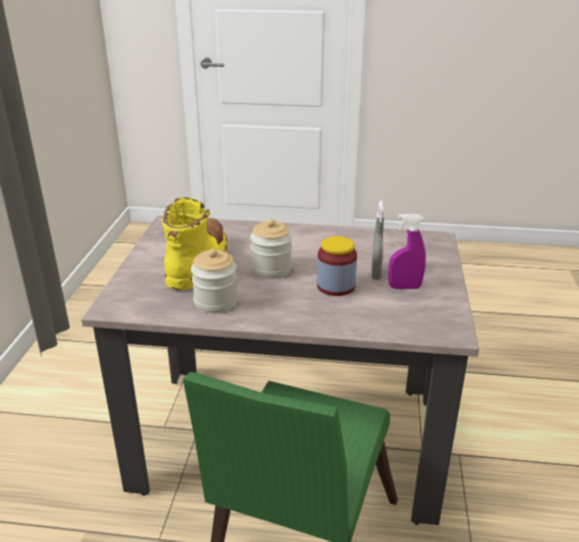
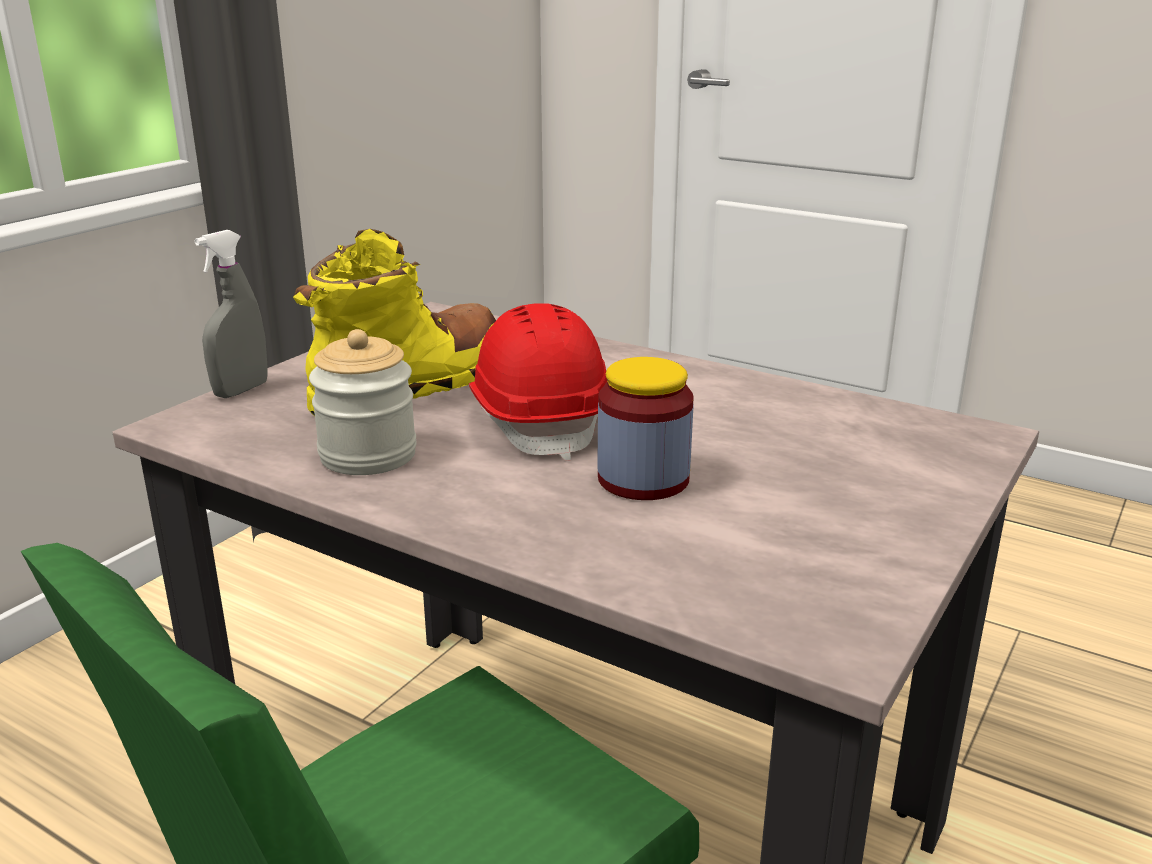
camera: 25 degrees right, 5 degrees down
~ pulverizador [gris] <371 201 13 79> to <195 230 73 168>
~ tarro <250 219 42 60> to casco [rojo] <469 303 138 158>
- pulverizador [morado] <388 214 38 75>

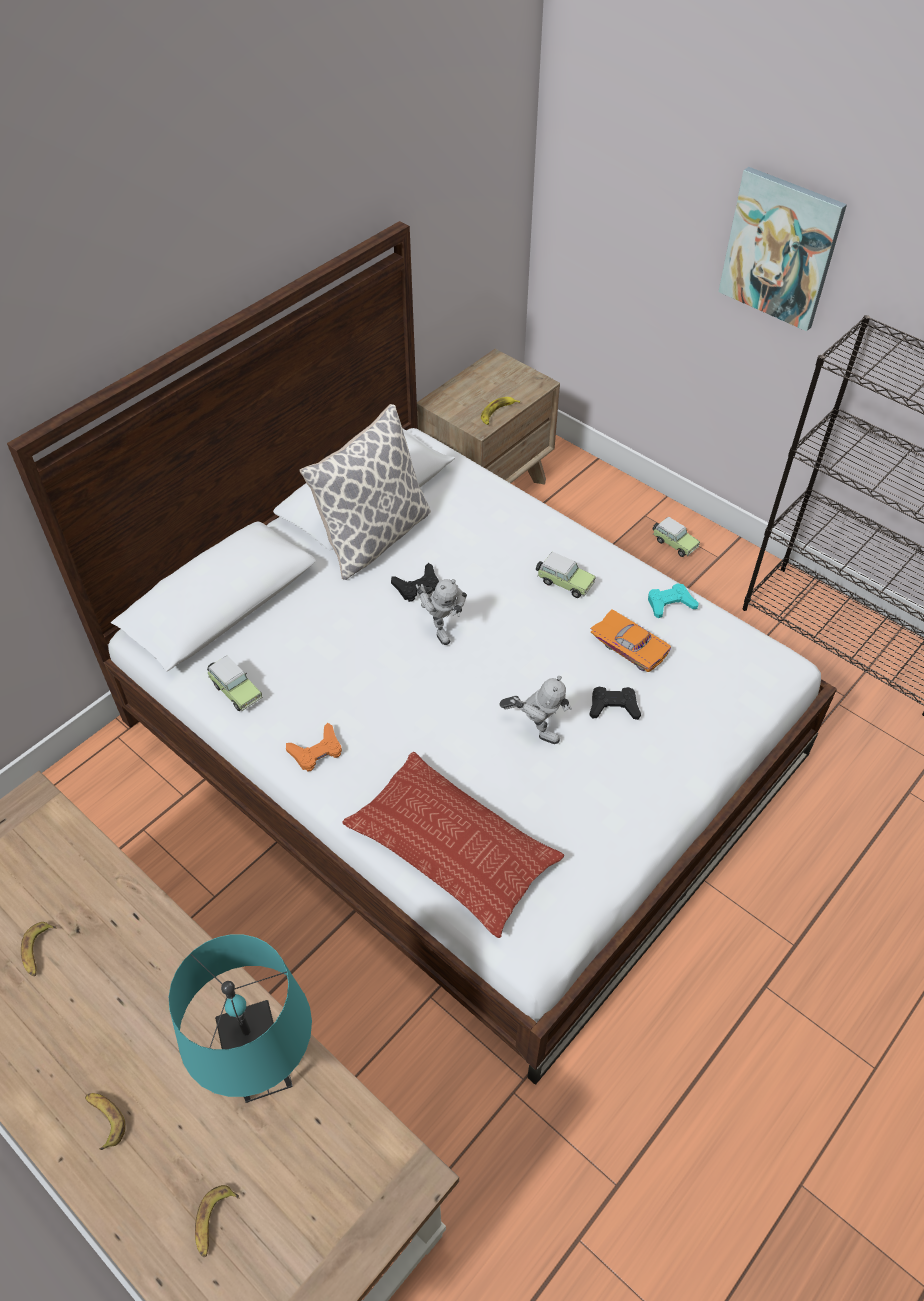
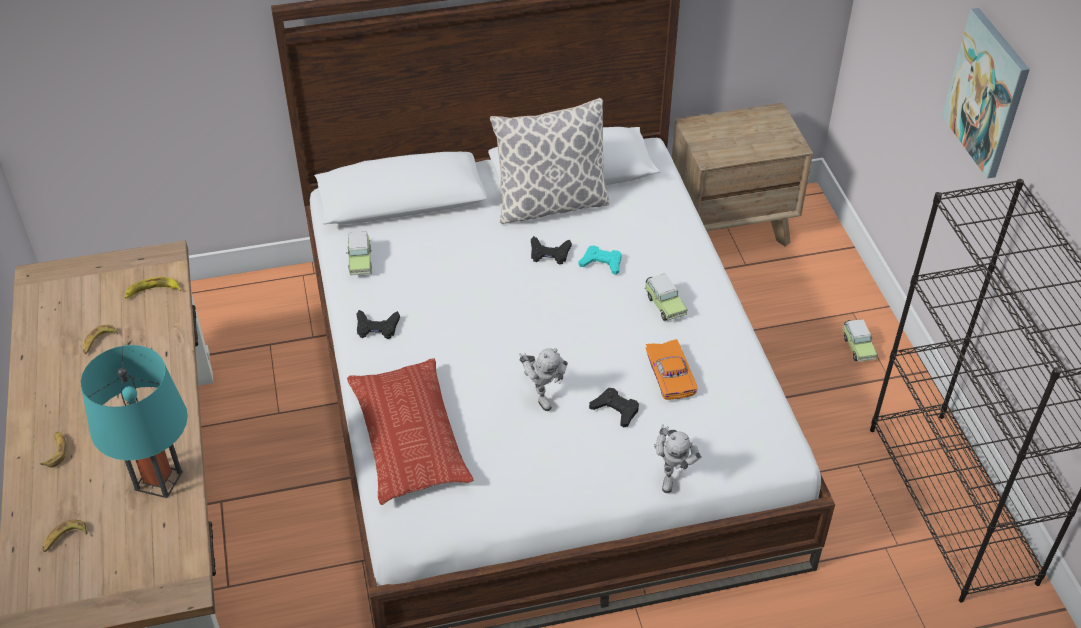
camera: 35 degrees right, 5 degrees down
~ plátano <481 397 39 28> to <125 277 57 22>
~ mando de consola [naranja] <286 723 56 49> to mando de consola [negro] <357 310 43 29>
~ mando de consola [turquesa] <648 583 50 35> to <579 245 43 30>
~ robot de juguete <416 579 51 66> to <654 424 48 69>

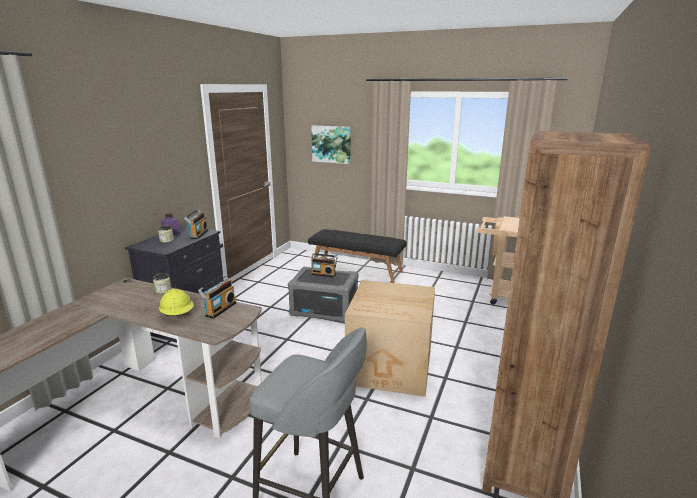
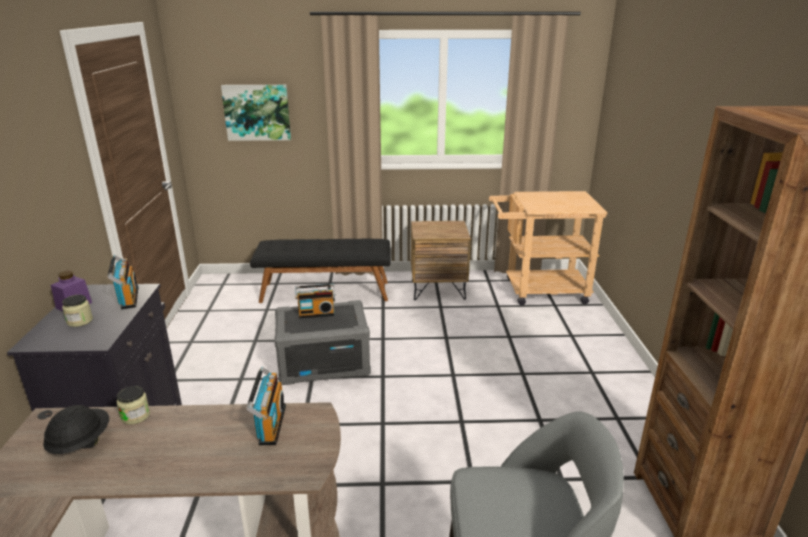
camera: 25 degrees left, 5 degrees up
+ casco [negro] <43 405 66 49>
+ mesita de noche [marrón] <411 221 60 79>
- casco [amarillo] <159 289 35 27>
- caja de cartón <345 280 90 117>

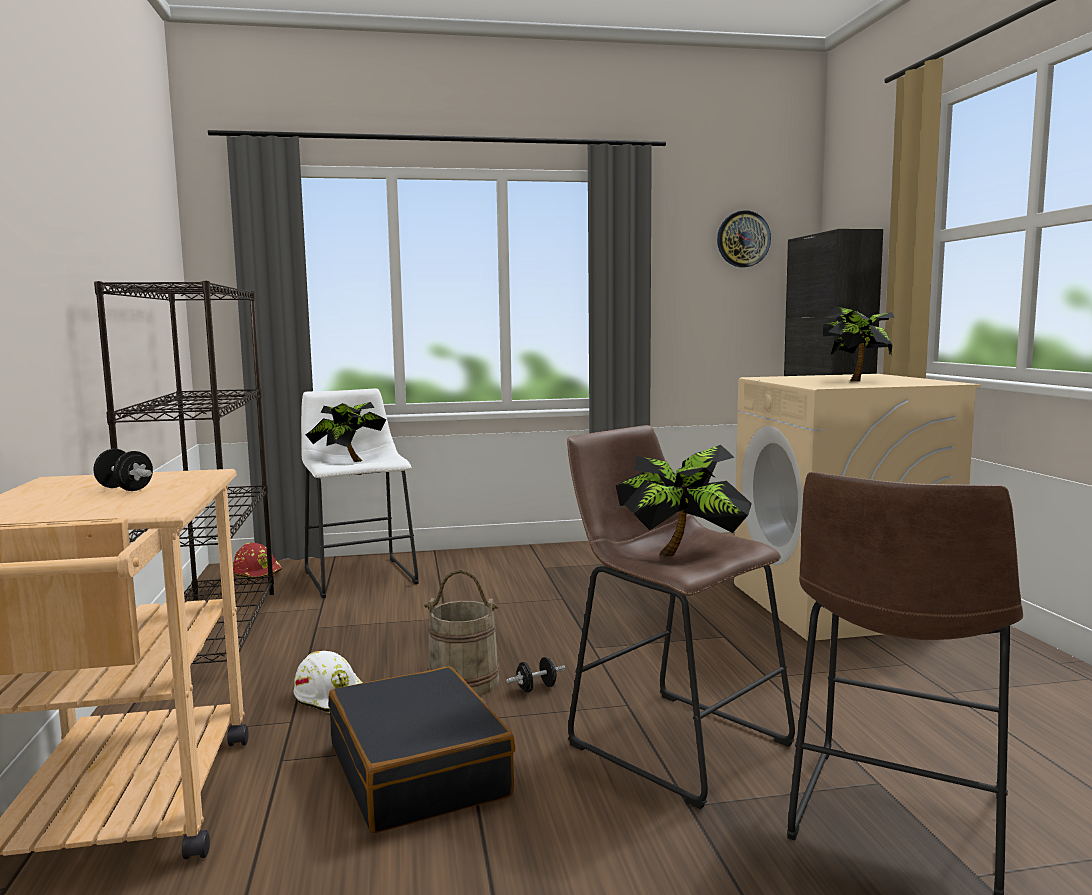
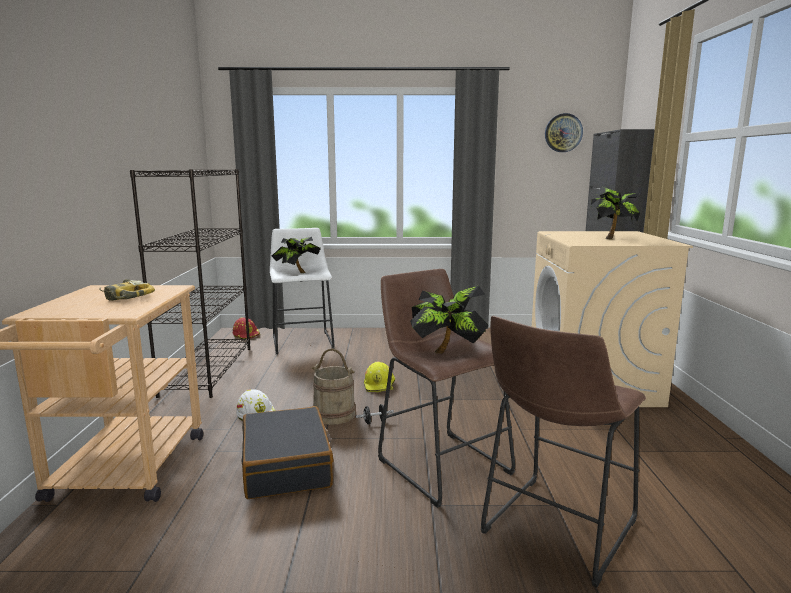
camera: 10 degrees right, 5 degrees up
~ mancuerna [negro] <94 449 59 42> to taladro <99 279 56 22>
+ casco [amarillo] <364 361 31 31>

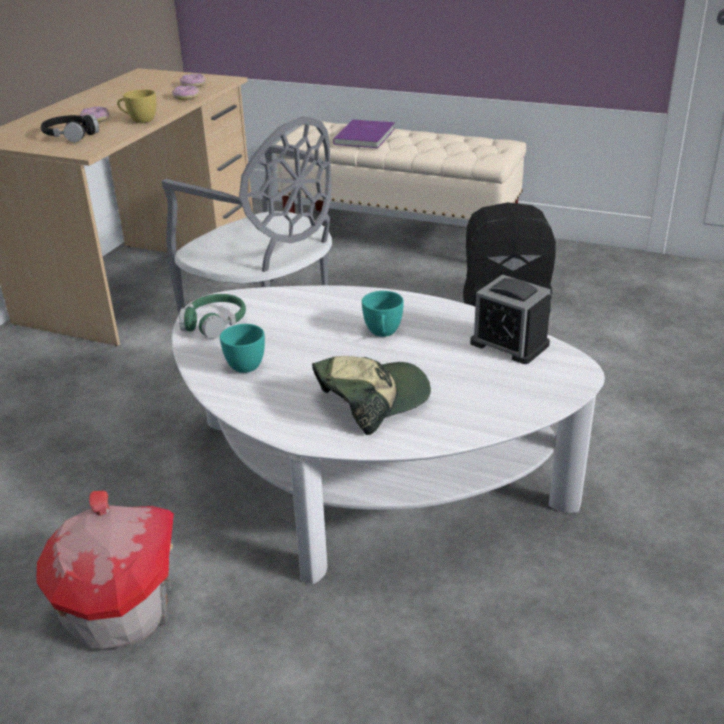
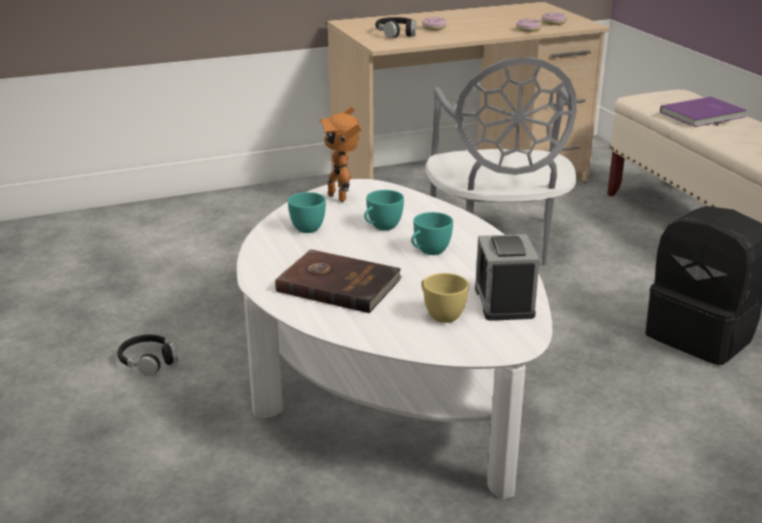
camera: 45 degrees right, 5 degrees down
~ casita <36 491 138 158> to auriculares [negro] <117 334 61 42>
~ gorra <312 356 119 79> to libro [marrón] <275 249 127 64>
~ auriculares [verde] <179 294 67 45> to robot de juguete <319 107 42 95>
+ taza [turquesa] <364 190 40 40>
~ taza [amarillo] <117 89 39 34> to <421 273 48 50>

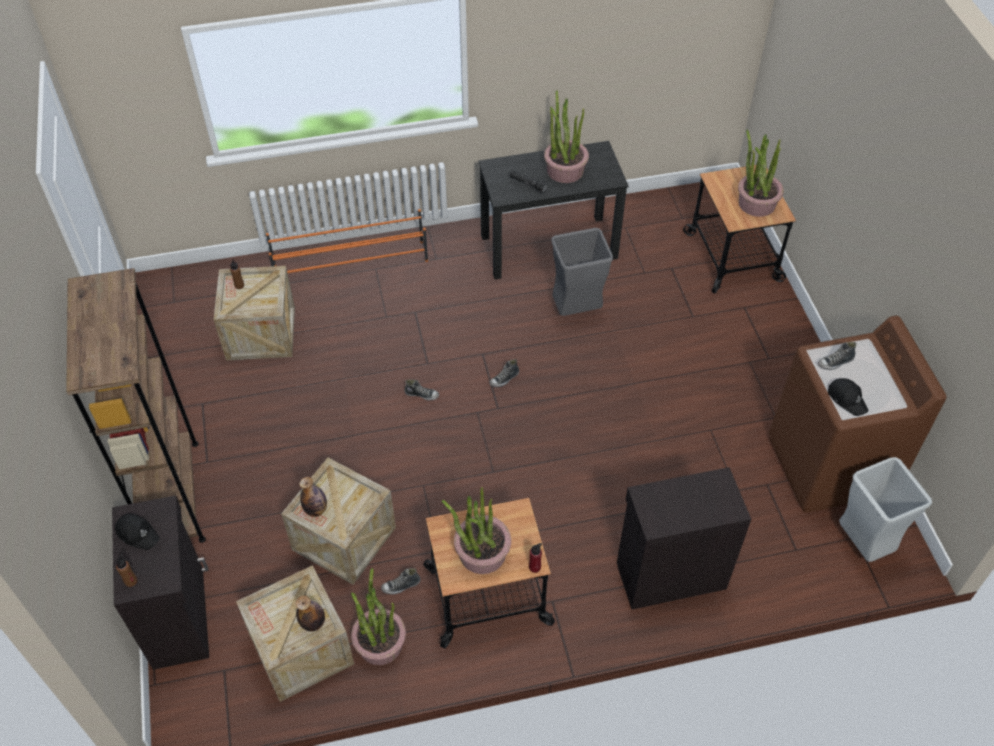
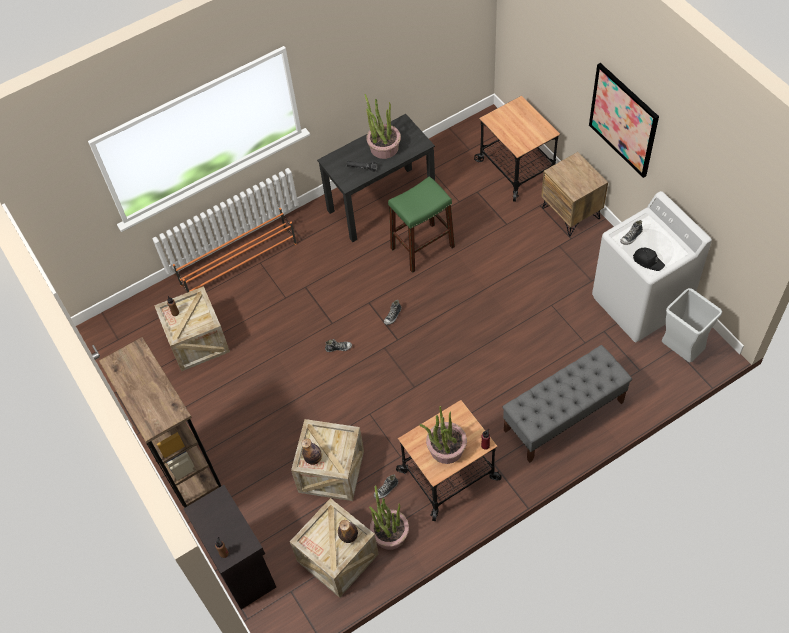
camera: 15 degrees left, 5 degrees up
~ papelera [gris] <551 228 62 88> to taburete [verde] <388 176 67 97>
~ armario [negro] <617 467 134 142> to banco [gris] <502 345 130 118>
+ mesita de noche [marrón] <541 152 67 84>
+ cuadro <589 63 70 115>
~ lavadora [marrón] <769 316 177 197> to lavadora [blanco] <592 191 120 151>
- gorra [negro] <115 514 45 36>
- planta en maceta <738 130 46 87>

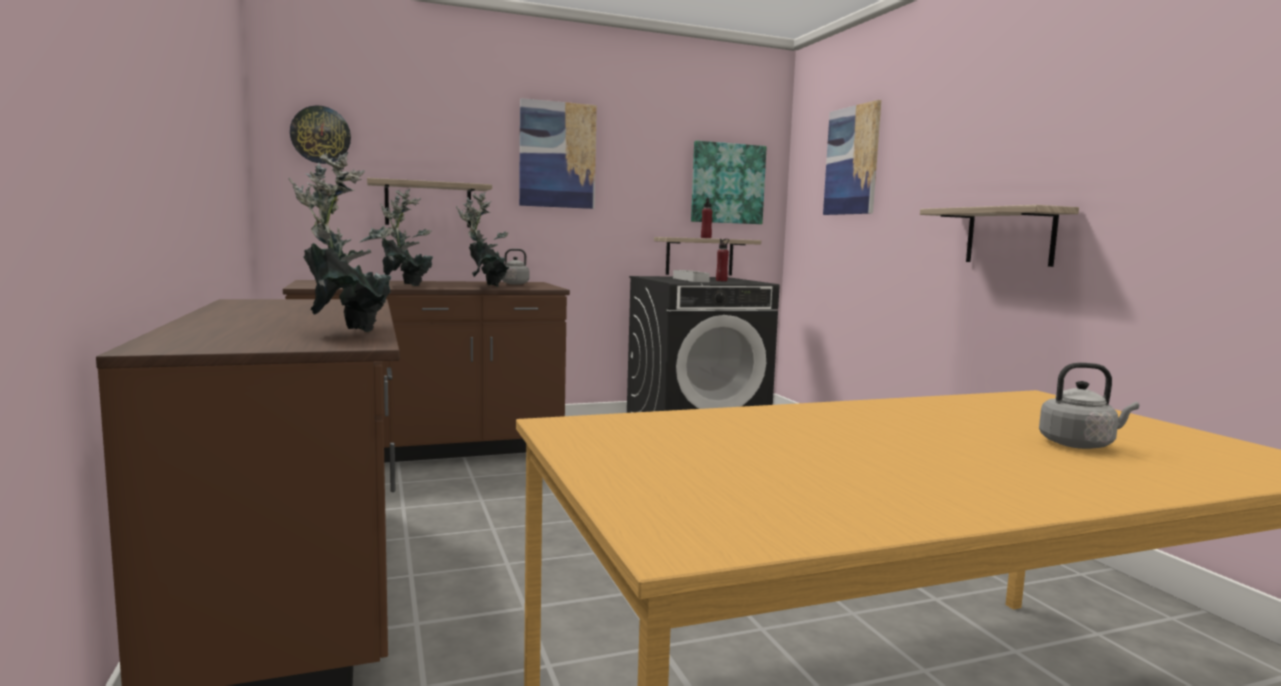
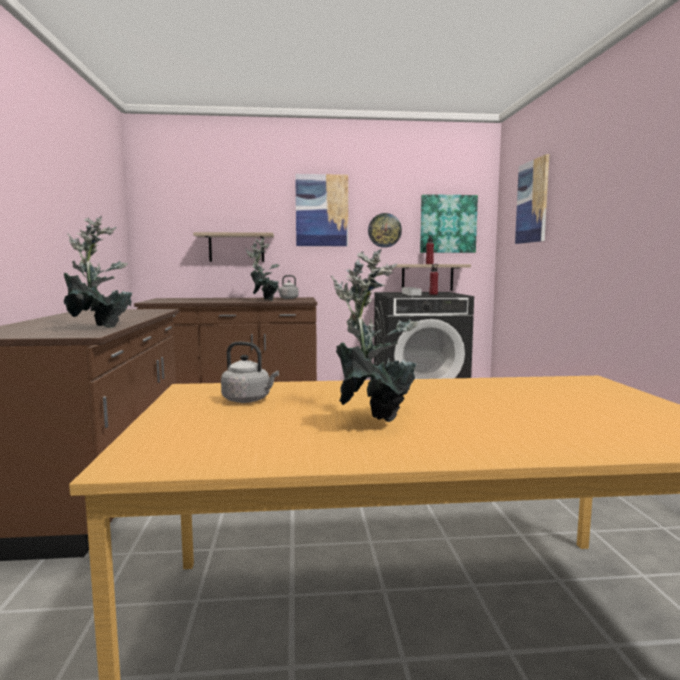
camera: 15 degrees right, 0 degrees up
~ hervidor [gris] <1039 363 100 86> to <221 342 58 61>
~ planta en maceta <380 189 53 97> to <331 248 88 174>
~ reloj de pared <290 105 61 59> to <368 213 34 35>
- estante <920 205 159 62>

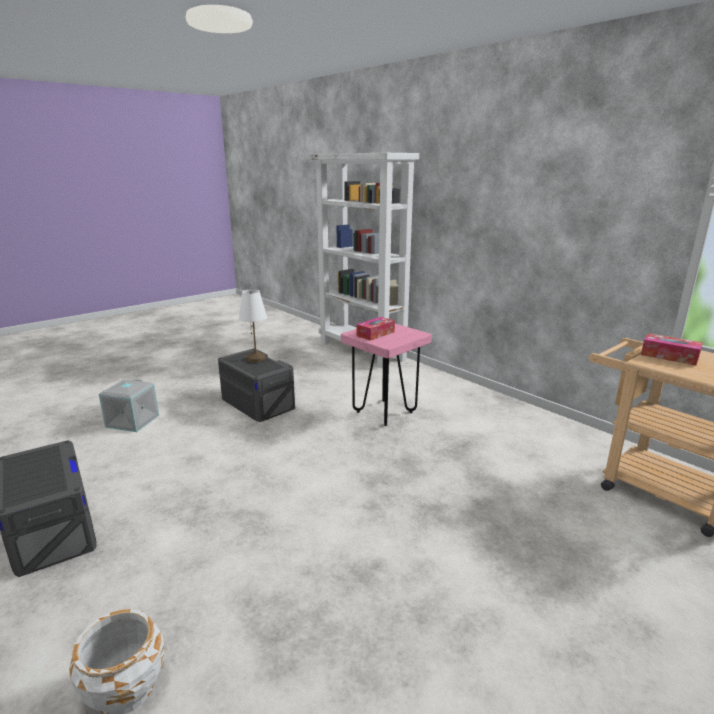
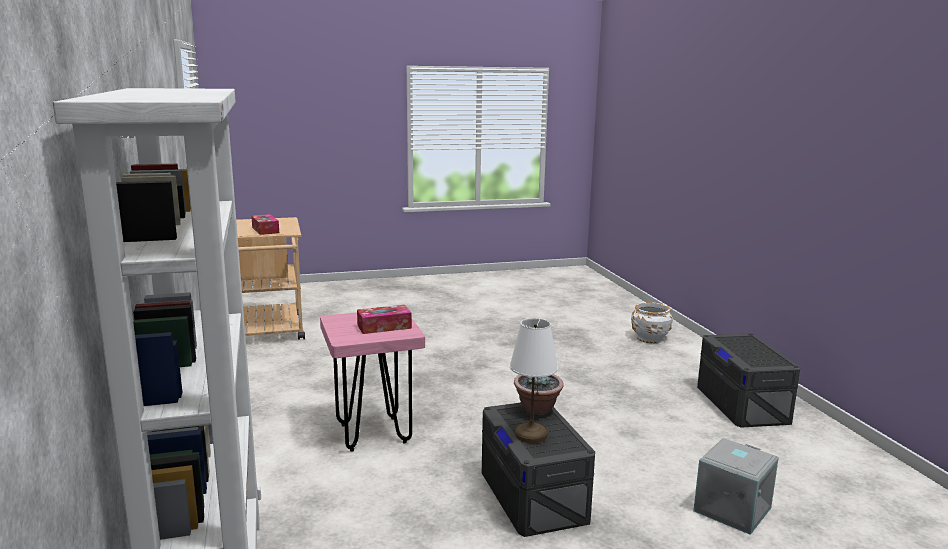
camera: 155 degrees left, 5 degrees down
+ planta en maceta <514 374 50 41>

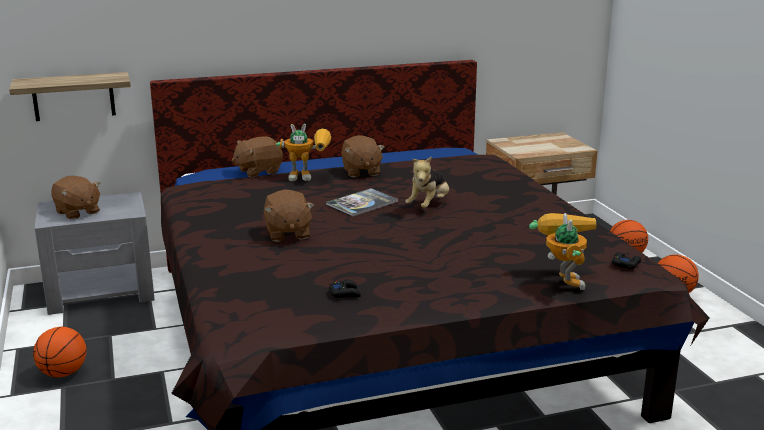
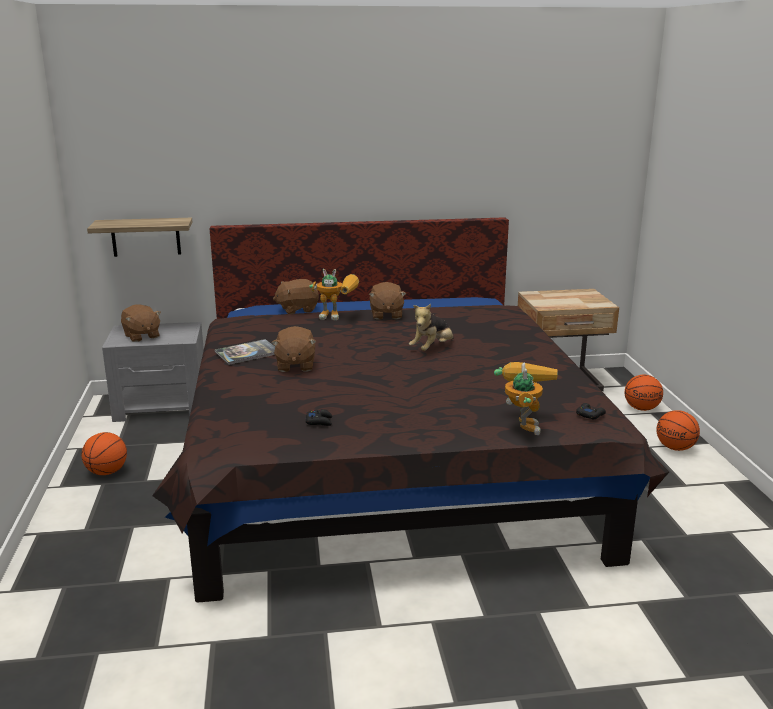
camera: 10 degrees right, 0 degrees up
~ libro <326 188 72 28> to <215 339 60 26>

